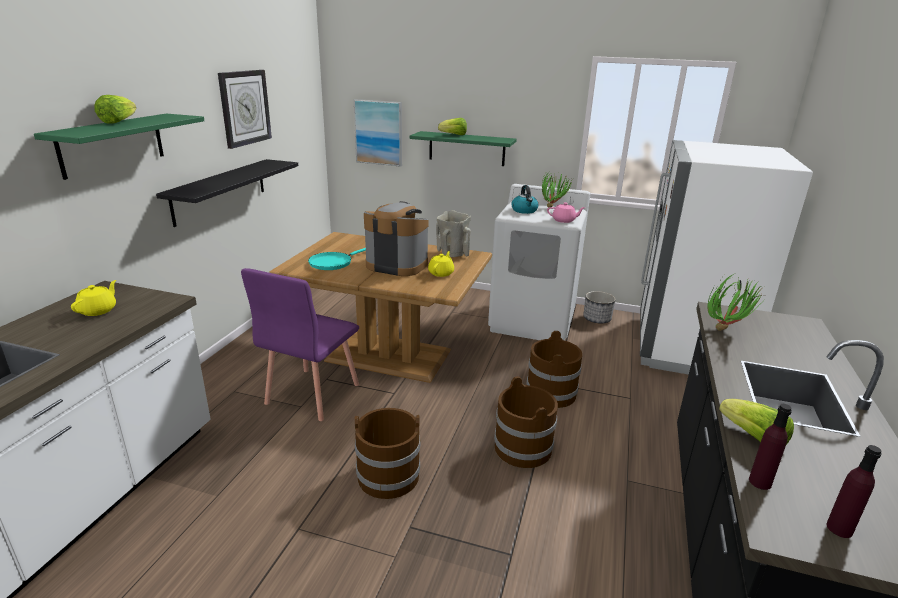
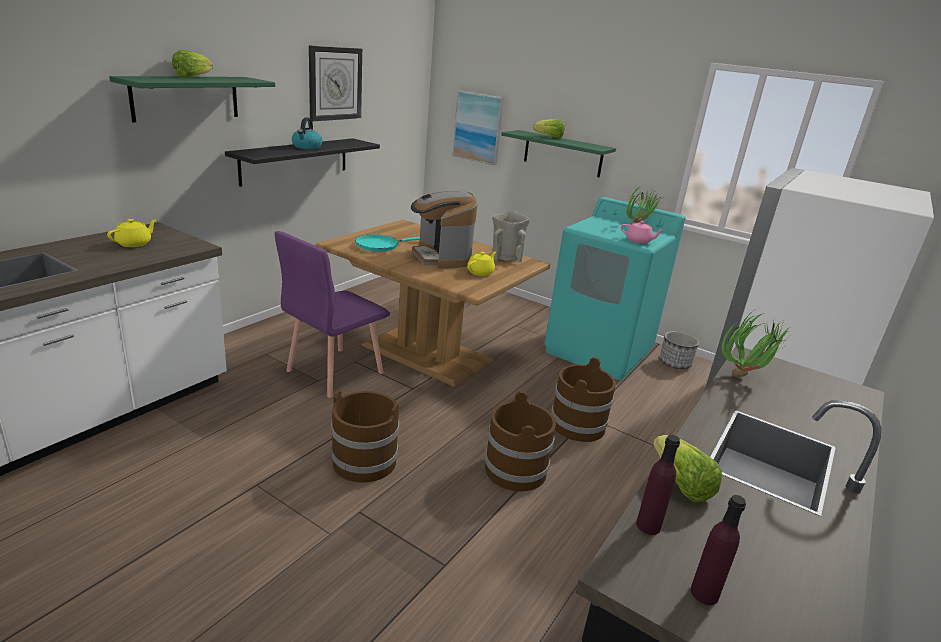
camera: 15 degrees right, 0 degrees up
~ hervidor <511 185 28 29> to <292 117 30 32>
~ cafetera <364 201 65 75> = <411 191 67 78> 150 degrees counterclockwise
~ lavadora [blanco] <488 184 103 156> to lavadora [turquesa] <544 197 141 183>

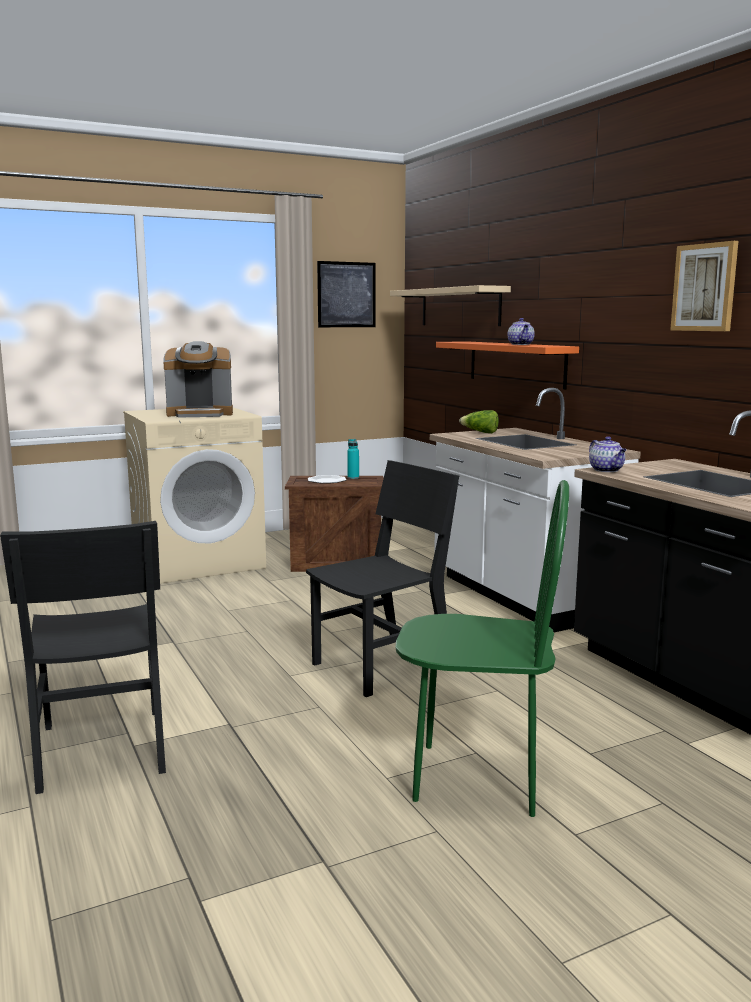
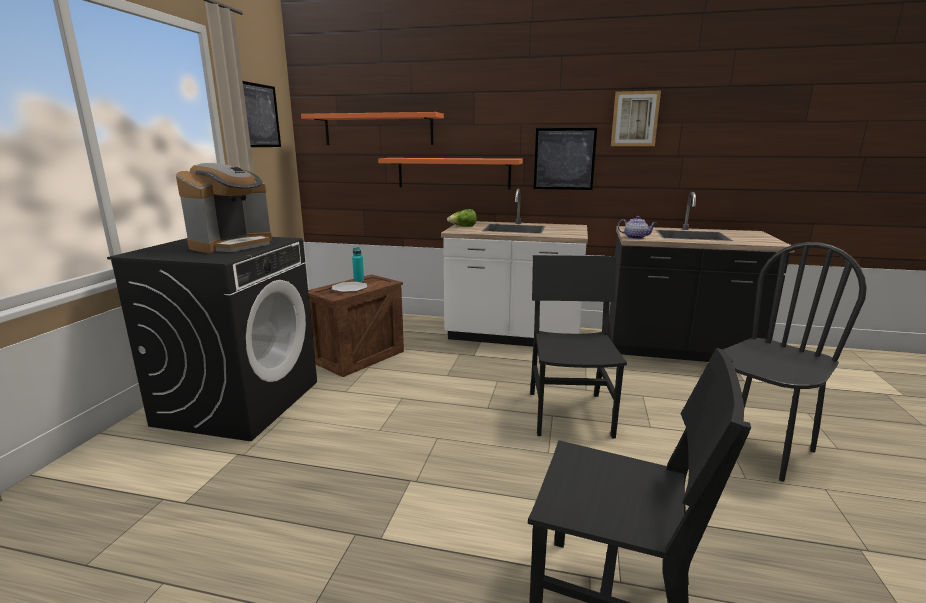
camera: 50 degrees left, 5 degrees up
~ lavadora [beis] <123 408 143 176> to lavadora [negro] <107 237 210 204>
~ estante [beis] <390 285 121 41> to estante [naranja] <301 112 143 33>
+ cuadro <534 128 63 62>
~ silla [verde] <395 480 174 337> to silla [negro] <723 242 144 240>
- tetera <508 318 27 27>

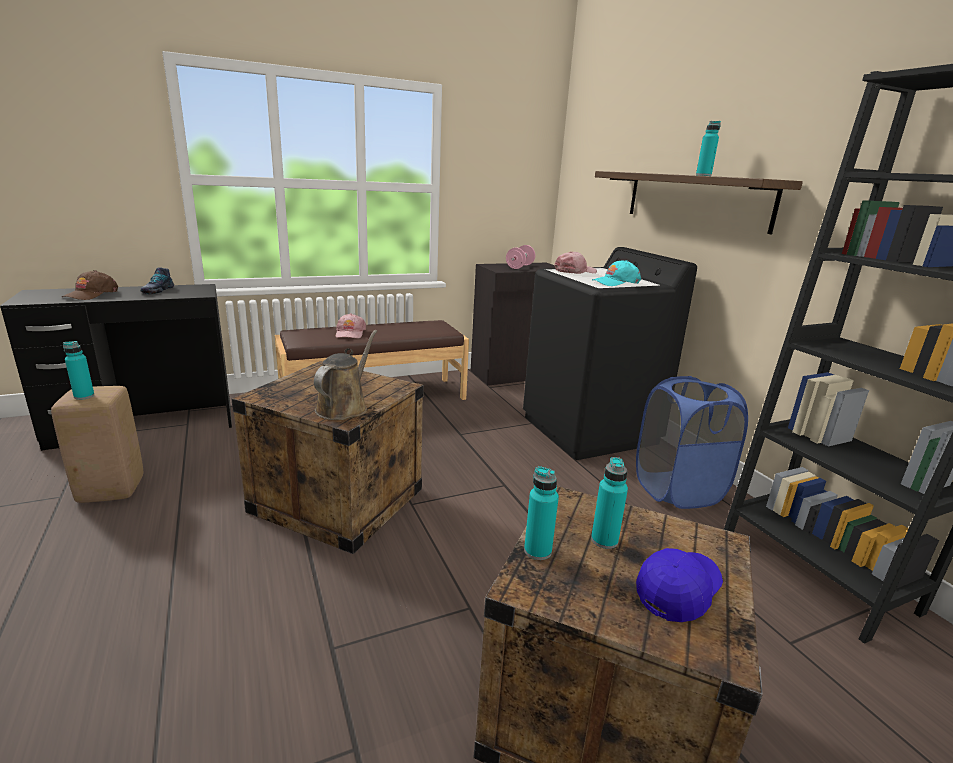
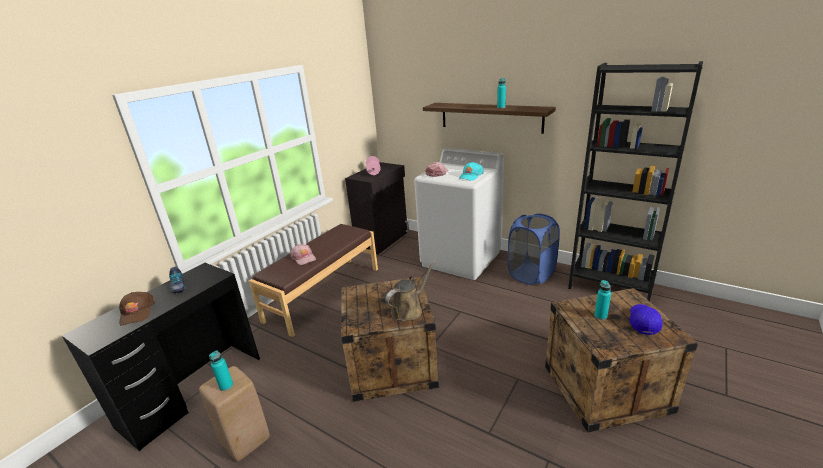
camera: 30 degrees left, 5 degrees up
~ regadera [marrón] <314 330 63 90> = <385 260 51 61> 60 degrees clockwise
~ lavadora [negro] <523 247 174 213> to lavadora [blanco] <414 148 90 132>
- botella [turquesa] <524 466 35 94>

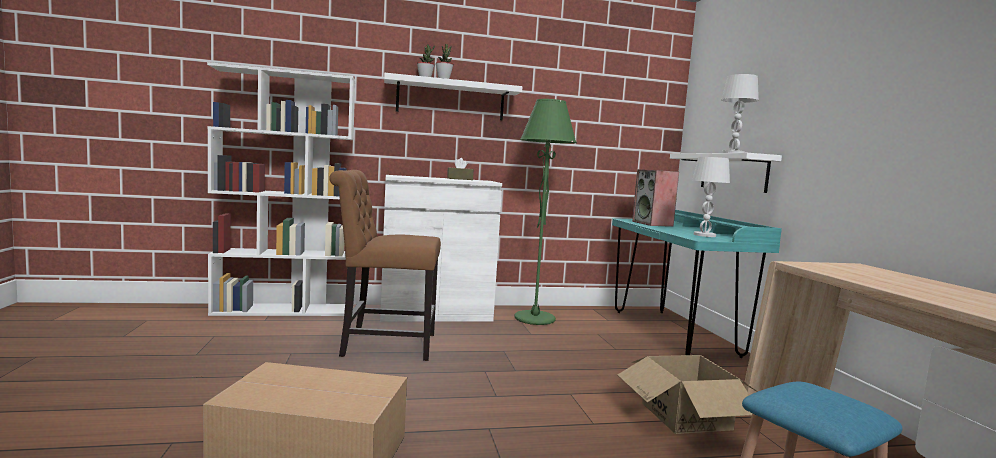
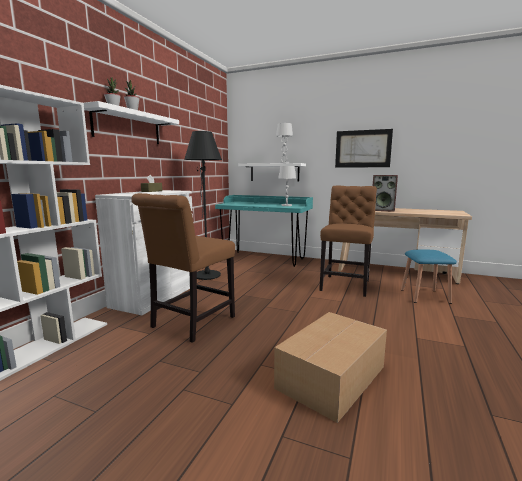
camera: 55 degrees left, 5 degrees up
~ lámpara de pie [verde] <514 99 63 226> to lámpara de pie [negro] <184 131 38 149>
~ caja de cartón <618 355 140 79> to silla [marrón] <319 186 58 111>
+ cuadro <335 129 58 39>
~ altavoz <632 169 47 58> to <373 175 25 37>

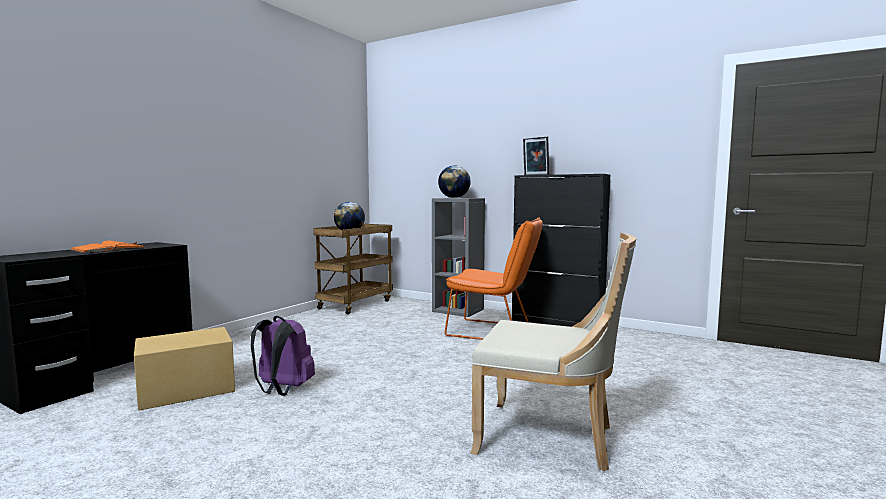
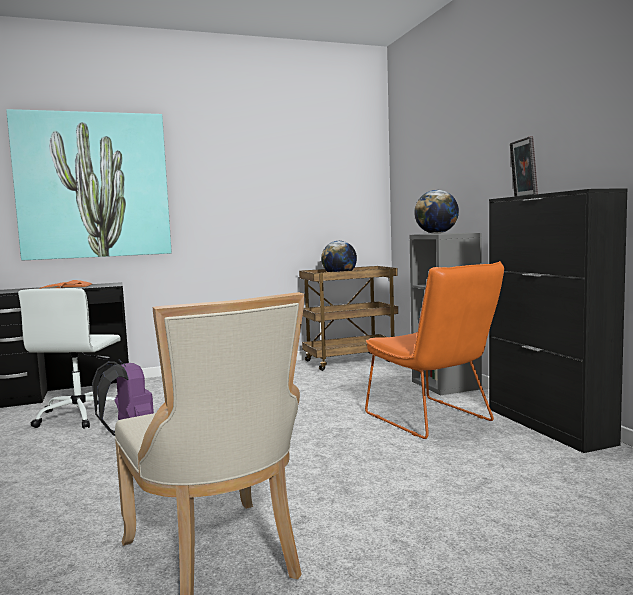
camera: 40 degrees right, 0 degrees up
+ cuadro <6 109 165 151>
~ caja de cartón <134 327 101 84> to silla de oficina [blanco] <18 288 103 141>

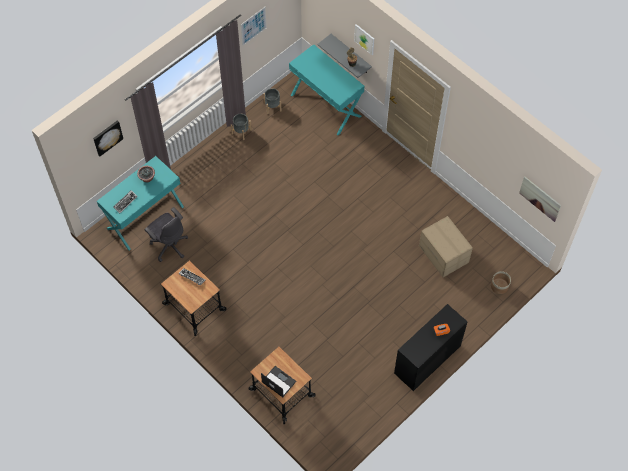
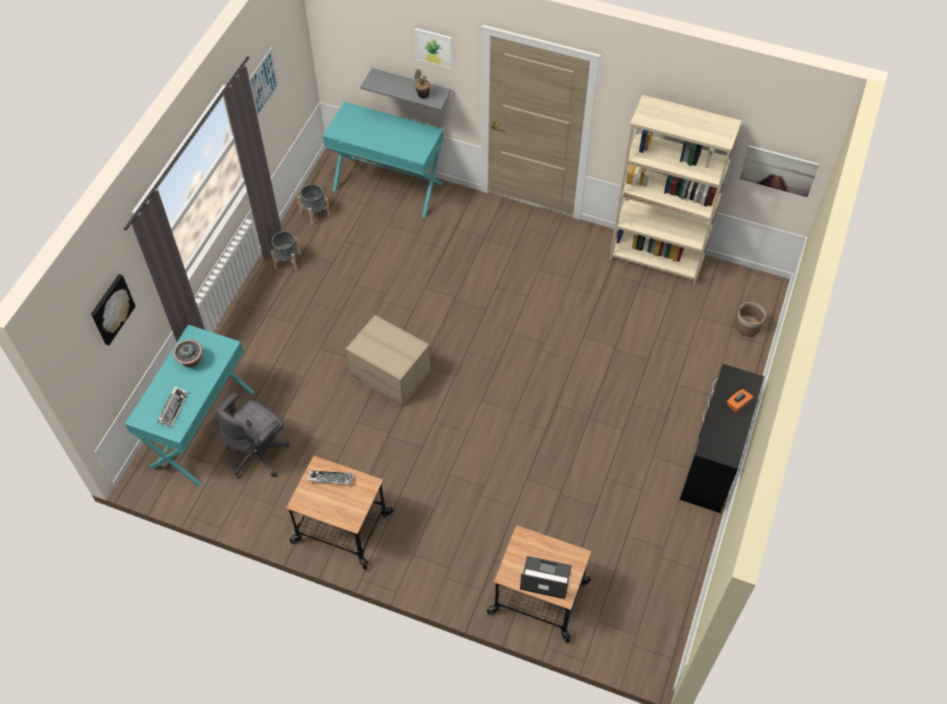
camera: 25 degrees left, 5 degrees down
~ silla de oficina [gris] <145 207 43 55> = <215 392 74 87> 105 degrees clockwise
~ caja de cartón <419 216 54 61> to <346 315 85 91>
+ estantería [beis] <609 95 133 190>

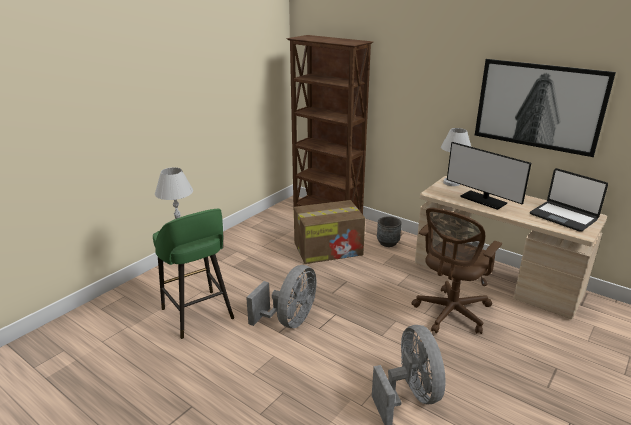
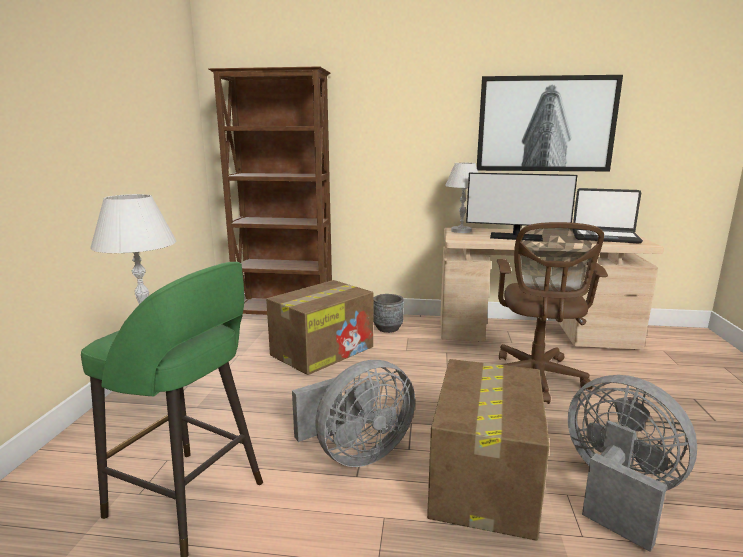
camera: 30 degrees left, 10 degrees down
~ ventilador [gris] <246 265 71 63> = <292 360 123 107> 60 degrees clockwise
+ caja de cartón <427 359 122 182>

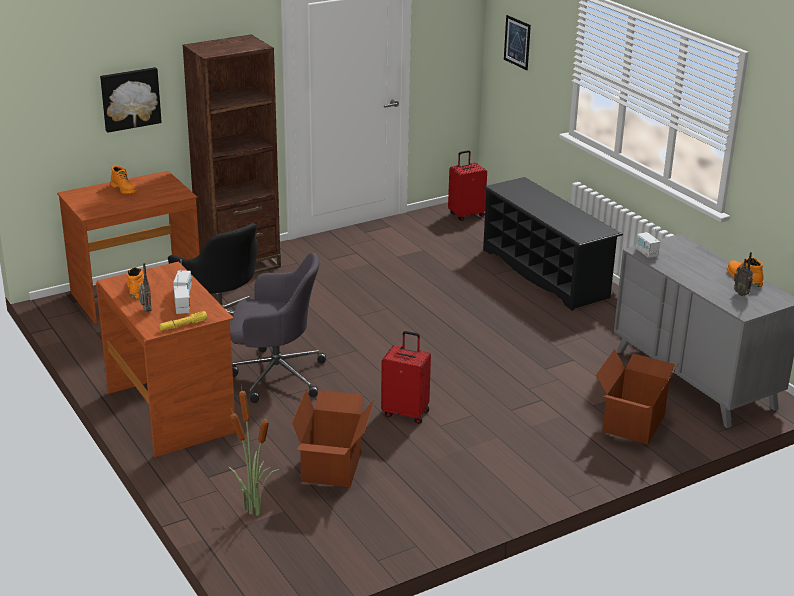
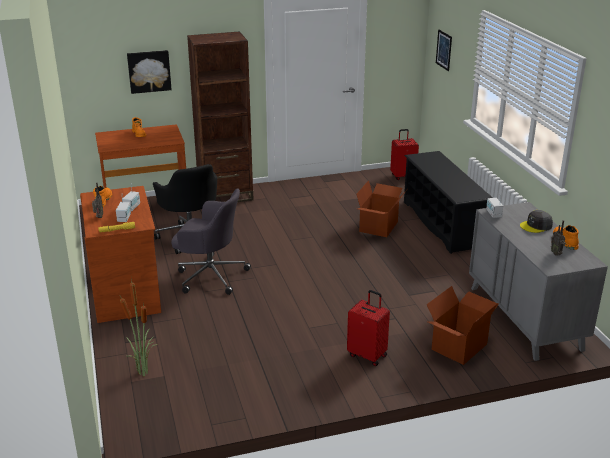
camera: 15 degrees right, 0 degrees up
~ maleta [rojo] <381 331 50 93> to <347 290 43 76>
~ caja de cartón <292 390 83 97> to <356 180 51 57>
+ gorra [gris] <520 210 33 23>

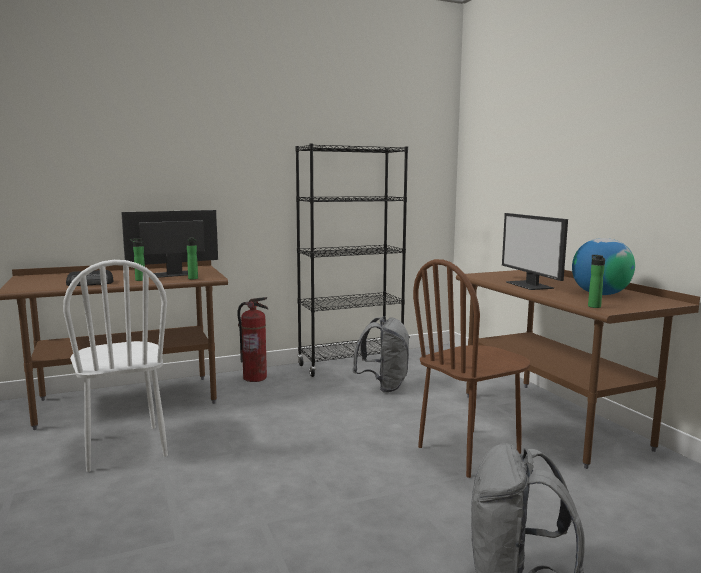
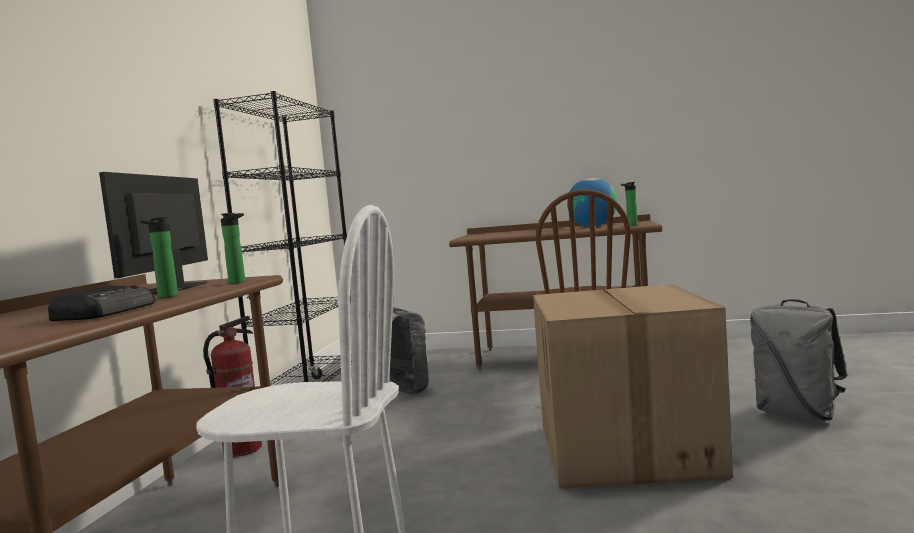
camera: 55 degrees left, 5 degrees down
+ caja de cartón <533 284 200 205>
- monitor <502 213 66 77>

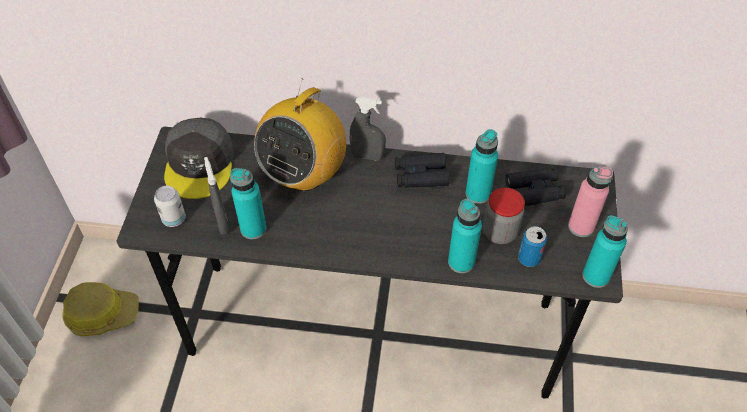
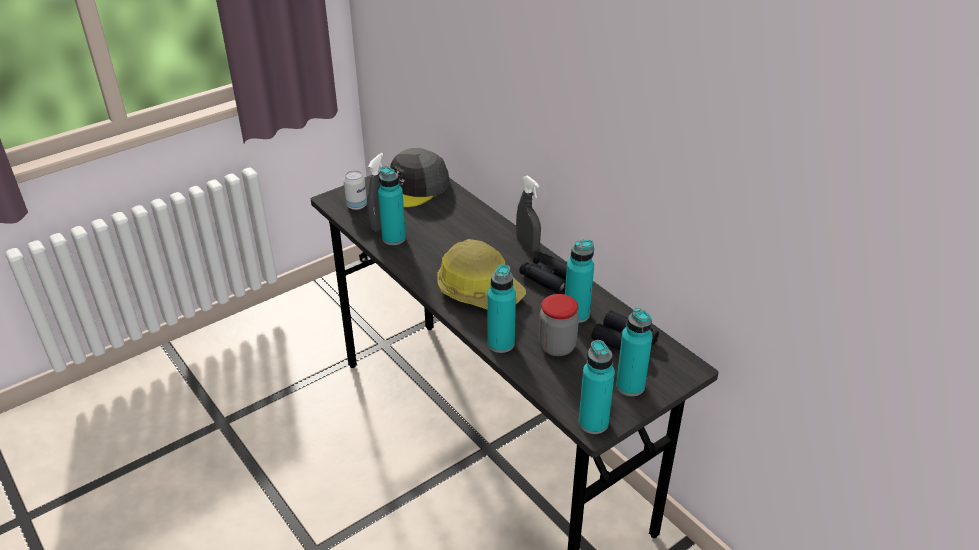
camera: 45 degrees right, 15 degrees down
~ casco <62 282 77 54> to <437 239 89 70>
~ botella [rosa] <568 166 45 71> to botella [turquesa] <616 308 37 88>
- radio <254 78 92 113>
- lata <518 226 29 41>

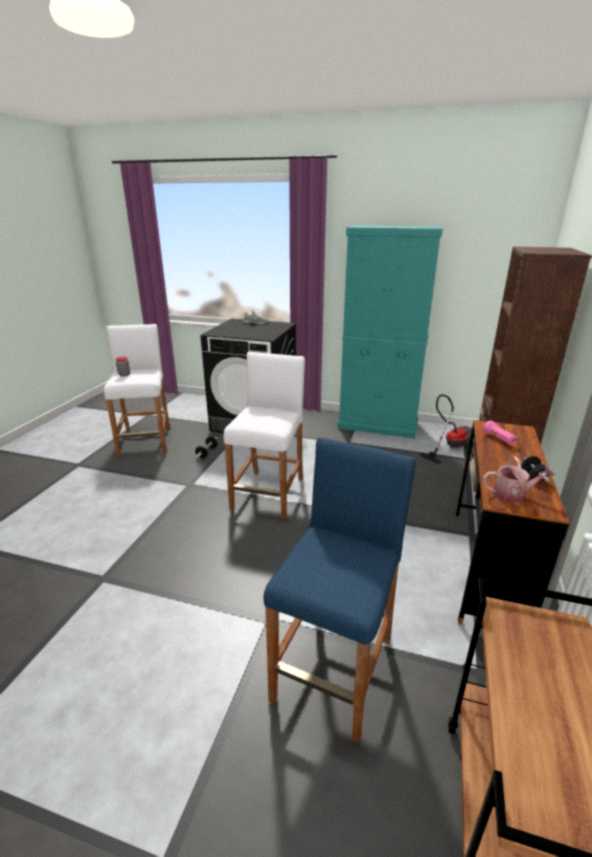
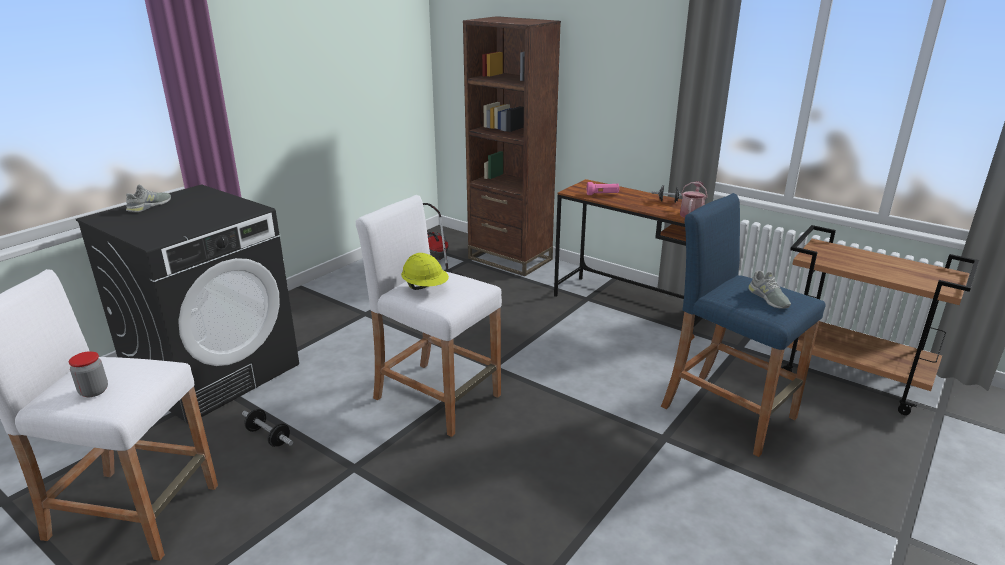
camera: 70 degrees left, 0 degrees up
+ casco [amarillo] <401 253 48 37>
+ zapato [gris] <748 271 43 38>
- armario [turquesa] <338 226 105 212>

